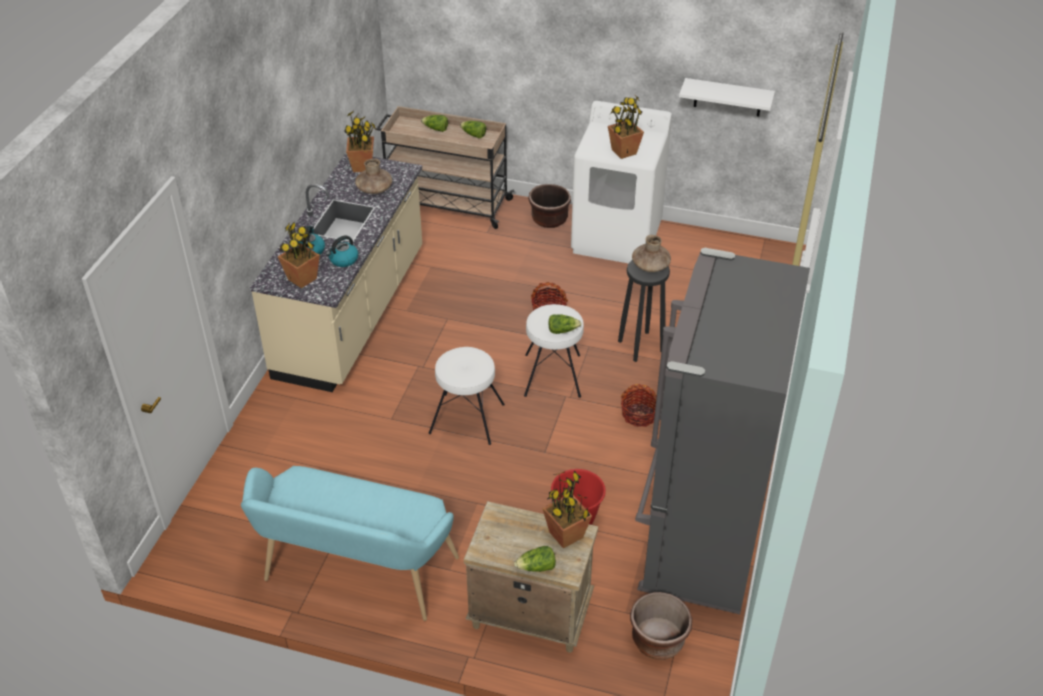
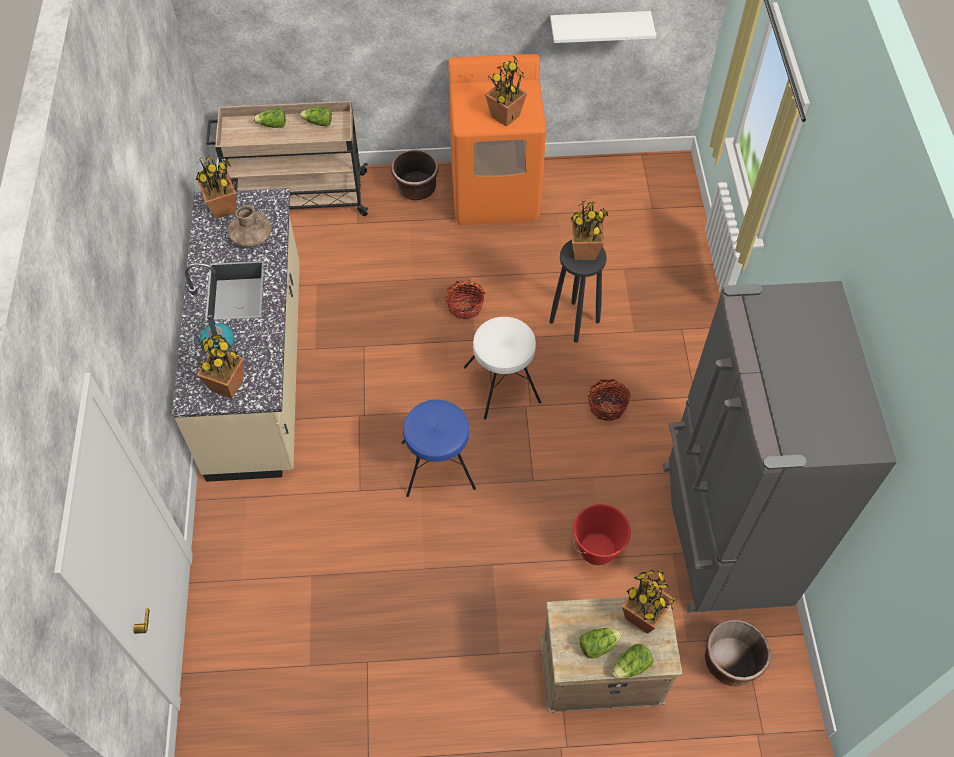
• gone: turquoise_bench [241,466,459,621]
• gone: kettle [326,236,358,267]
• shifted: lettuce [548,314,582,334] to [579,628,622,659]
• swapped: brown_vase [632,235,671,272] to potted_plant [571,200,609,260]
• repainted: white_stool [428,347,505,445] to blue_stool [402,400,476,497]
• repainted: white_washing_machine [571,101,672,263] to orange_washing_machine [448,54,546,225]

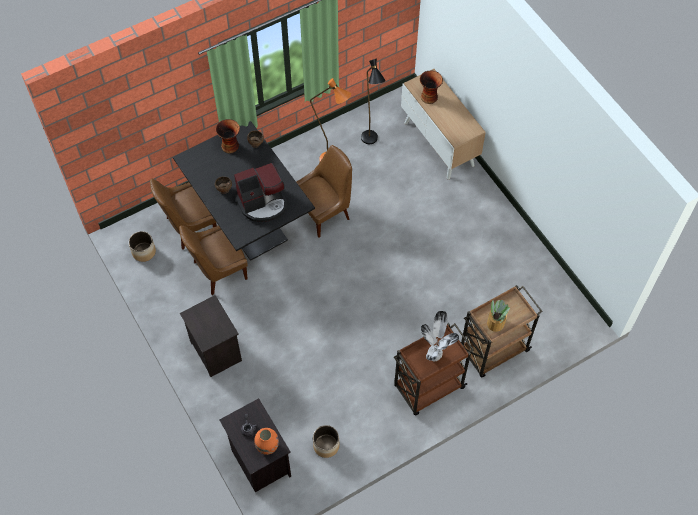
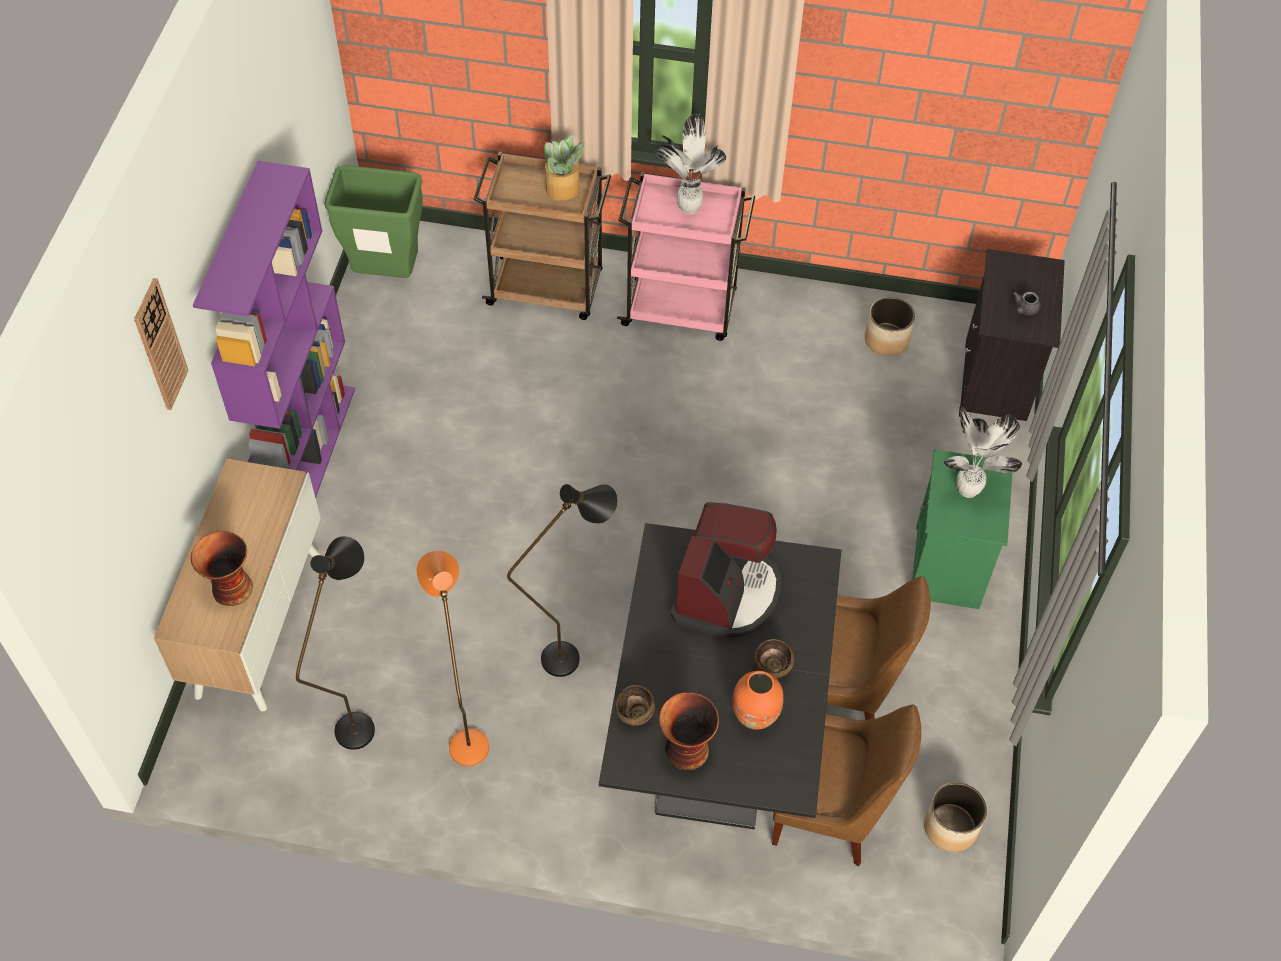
• new: wall_clock [134,278,188,410]
• new: purple_bookcase [193,161,355,498]
• new: green_trash_can [324,165,423,278]
• new: potted_plant [944,406,1022,498]
• shifted: orange_vase [254,428,279,455] to [732,671,784,730]
• swapped: brown_chair [296,145,352,238] to black_floor_lamp [507,484,618,677]
• repainted: black_nightstand [180,295,242,377] to green_nightstand [912,449,1012,609]
• repainted: brown_cart [394,323,474,415] to pink_cart [617,172,755,341]
• rotated: coffee_machine [234,163,287,222] = [670,502,781,638] 90 degrees clockwise

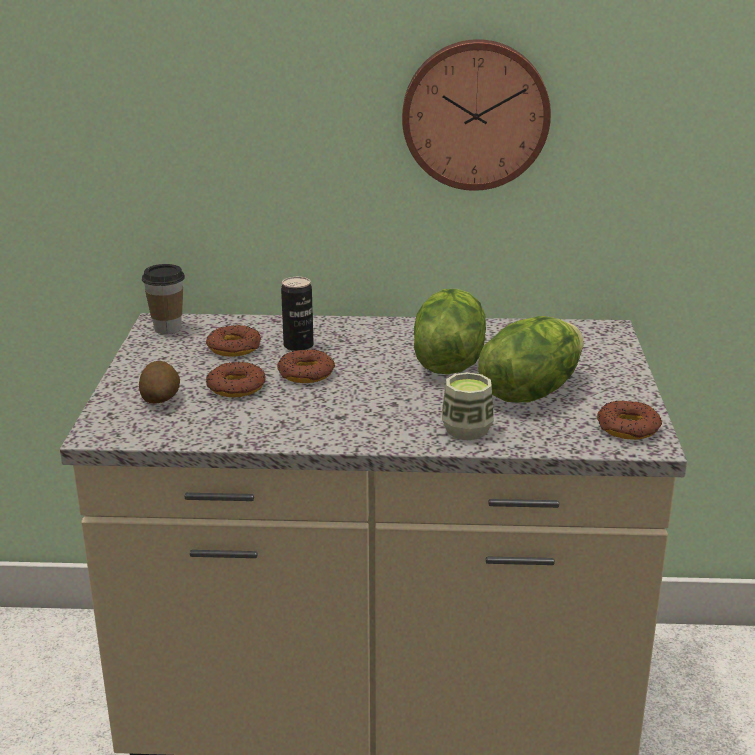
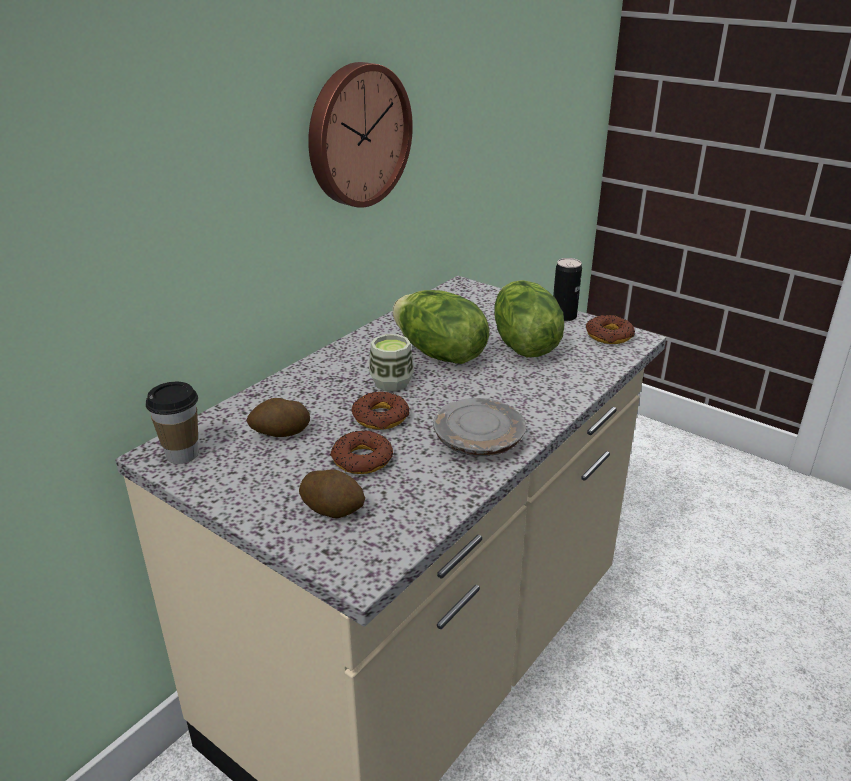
• new: grey_plate [433,398,526,456]
• shifted: can [281,277,314,351] to [553,258,582,322]
• shifted: cup [442,372,494,440] to [369,334,414,391]
• swapped: donut [206,325,261,357] to potato [246,398,310,437]

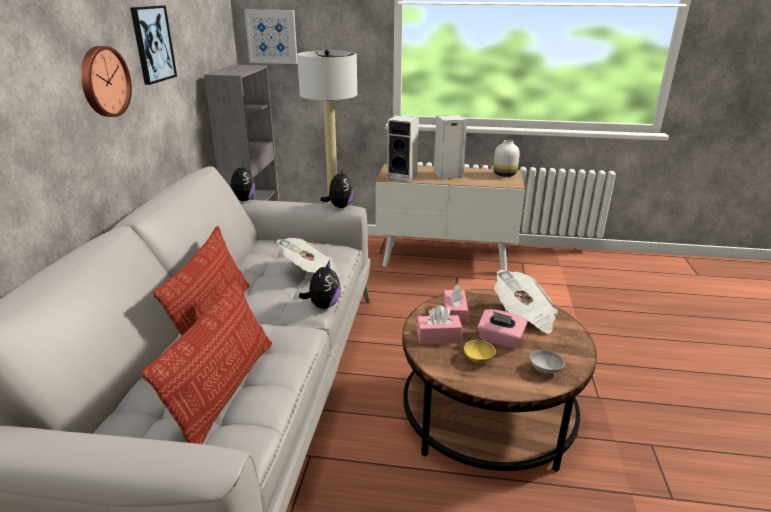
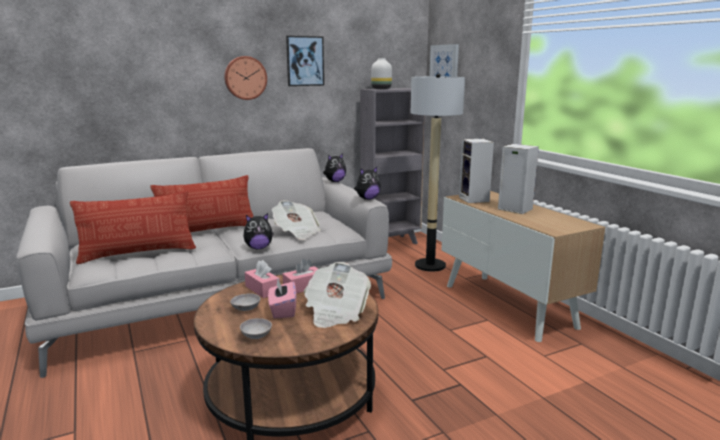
• shifted: white_vase [493,140,520,177] to [371,58,392,89]
• repainted: yellow_bowl [464,340,496,363] to grey_bowl [230,293,260,311]

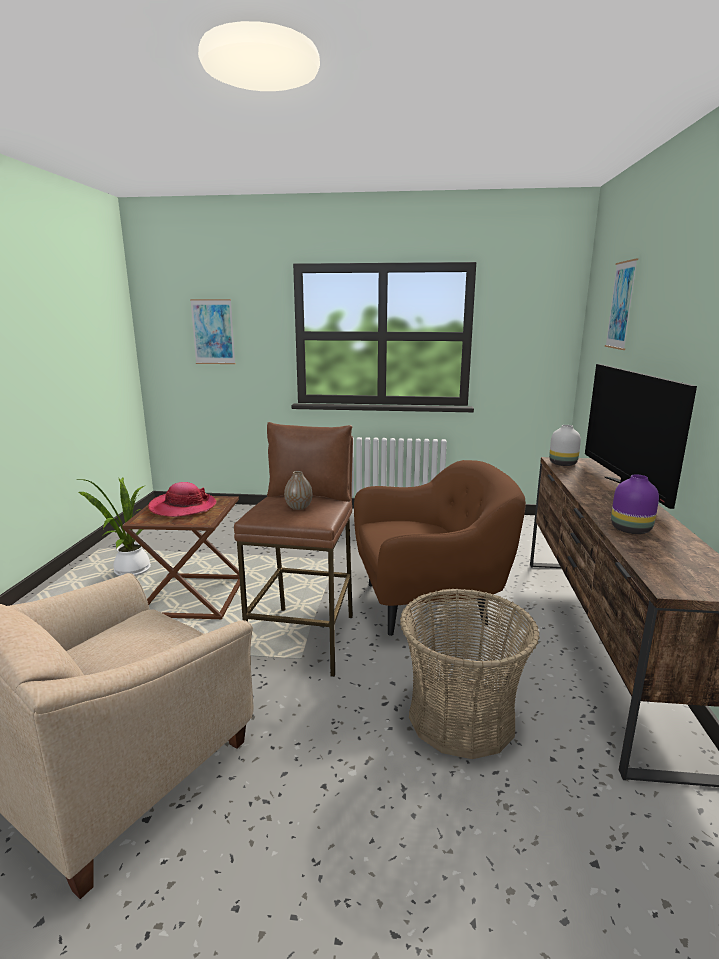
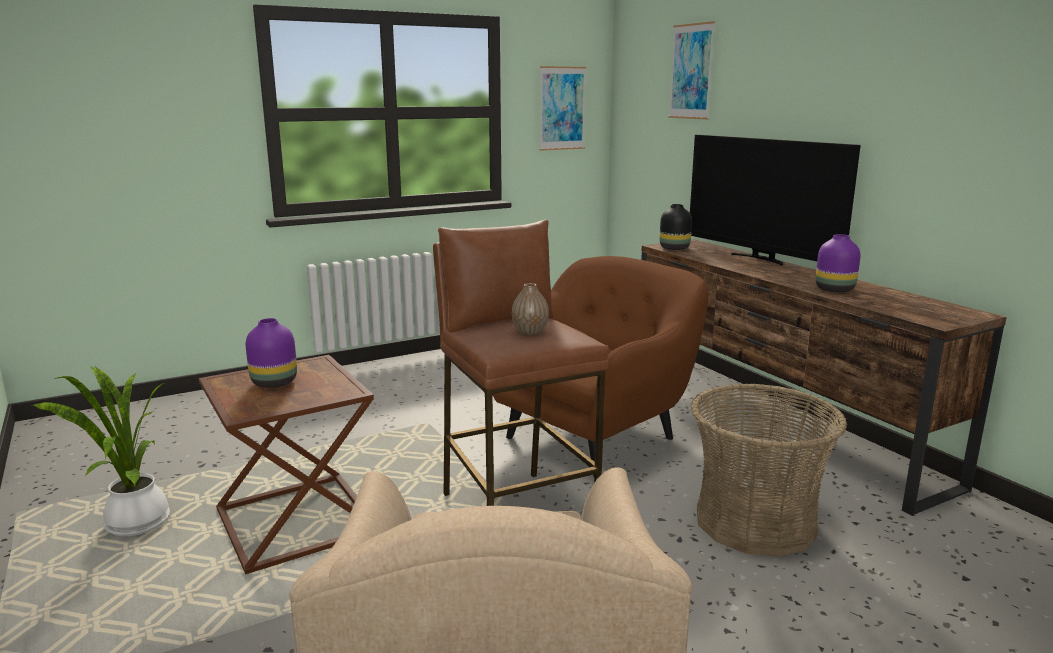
• shifted: picture [190,299,235,364] to [540,66,587,151]
• swapped: hat [148,482,217,517] to purple_vase [246,318,297,388]
• repainted: white_vase [549,425,581,466] to black_vase [660,204,692,250]

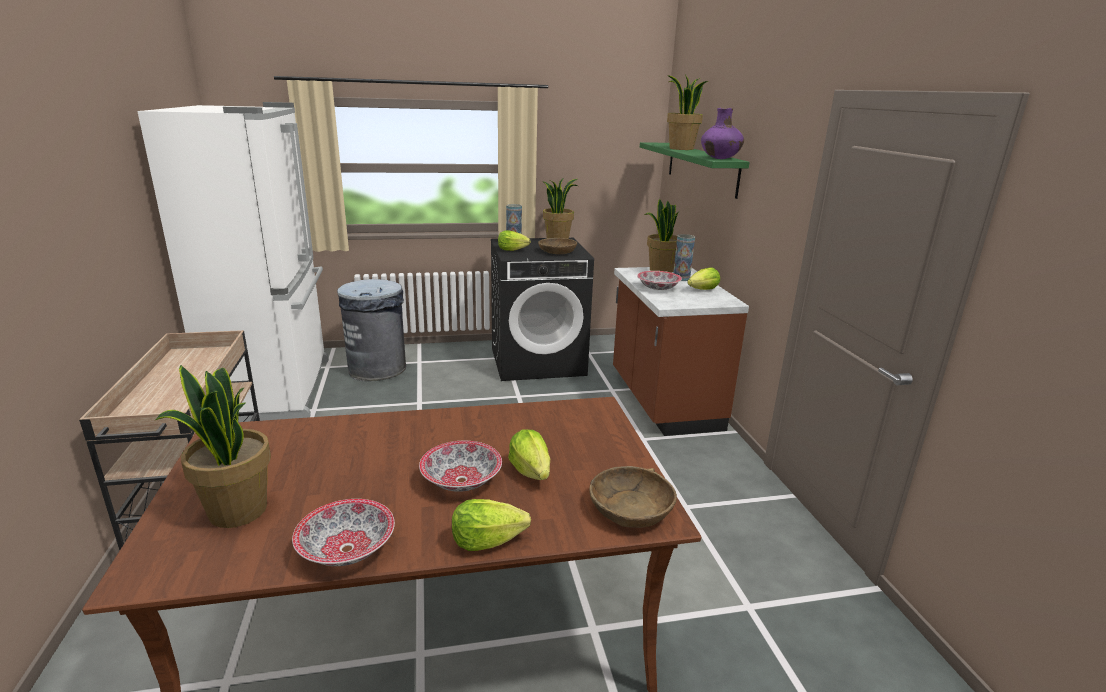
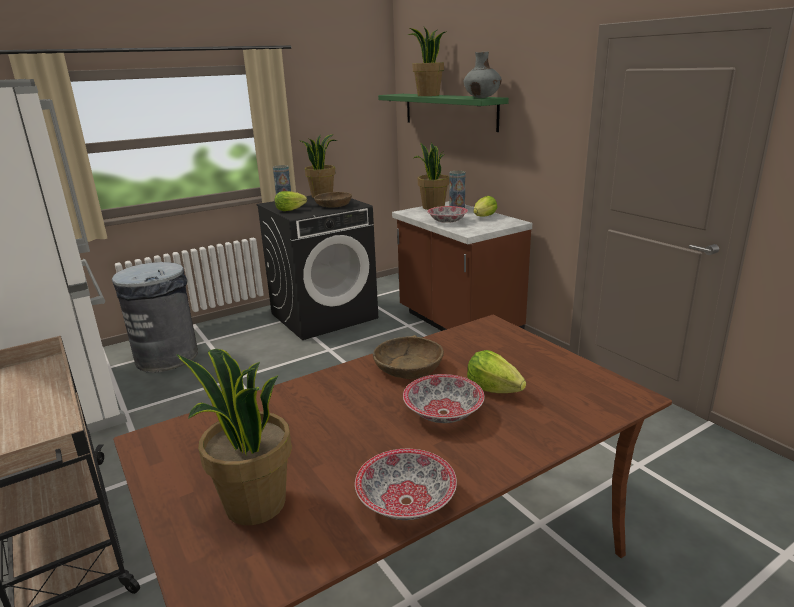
• gone: lettuce [452,499,531,551]
• shifted: brown_bowl [589,466,677,528] to [373,335,444,379]
• repainted: purple_vase [701,108,744,159] to grey_vase [464,51,502,98]

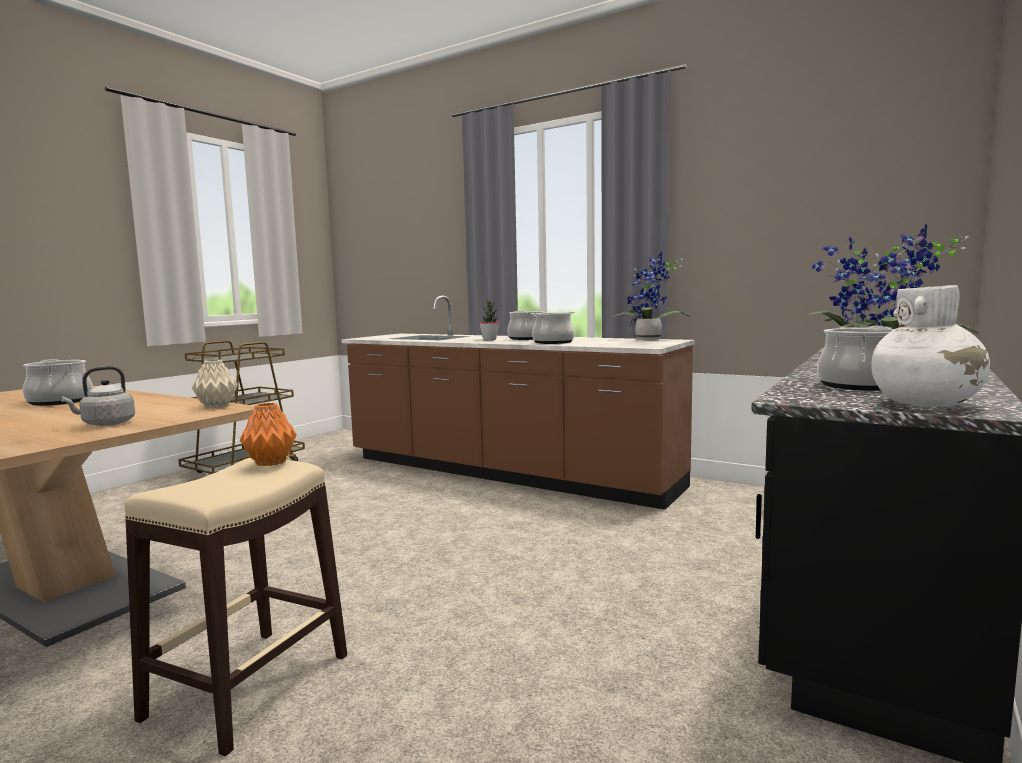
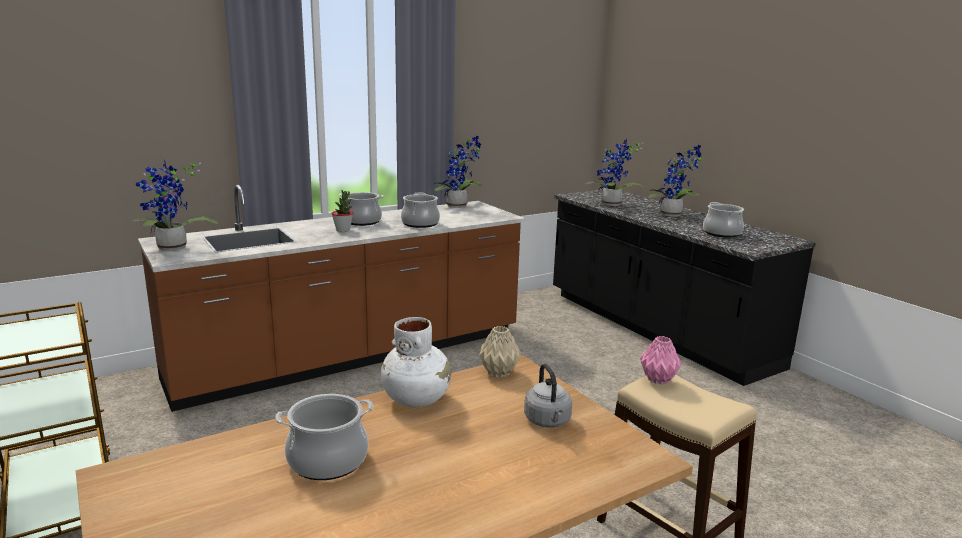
• new: potted_plant [132,160,218,251]
• shifted: white_vase [871,285,990,407] to [381,317,452,407]
• repainted: orange_vase [240,403,297,466] to pink_vase [640,336,681,385]

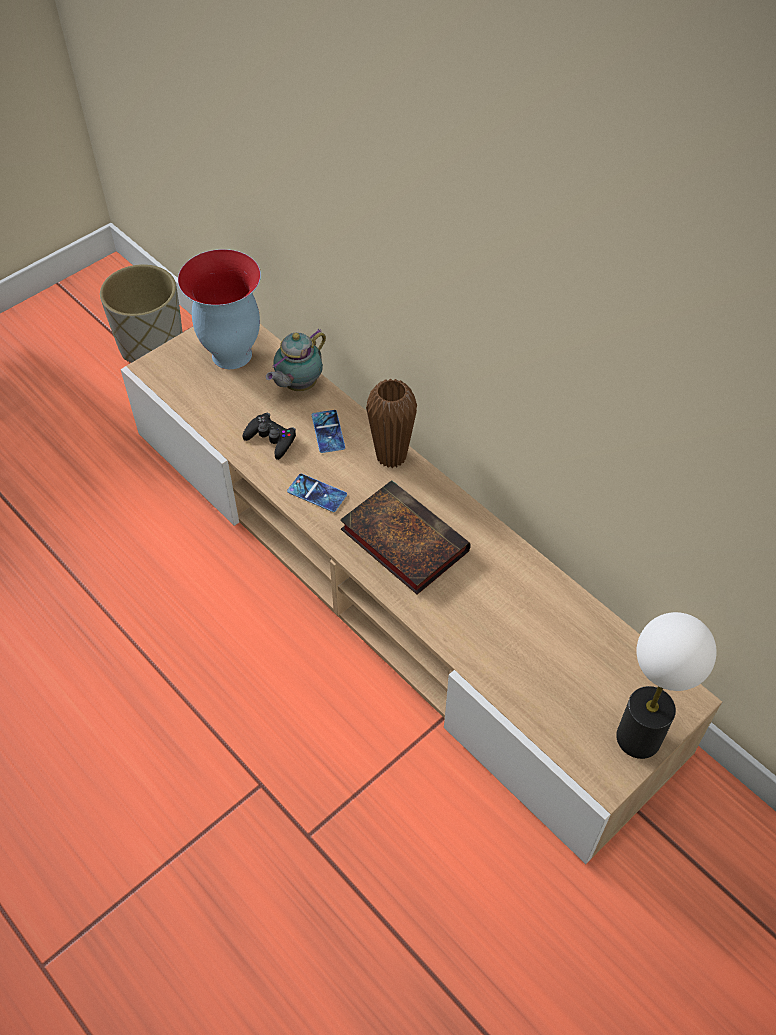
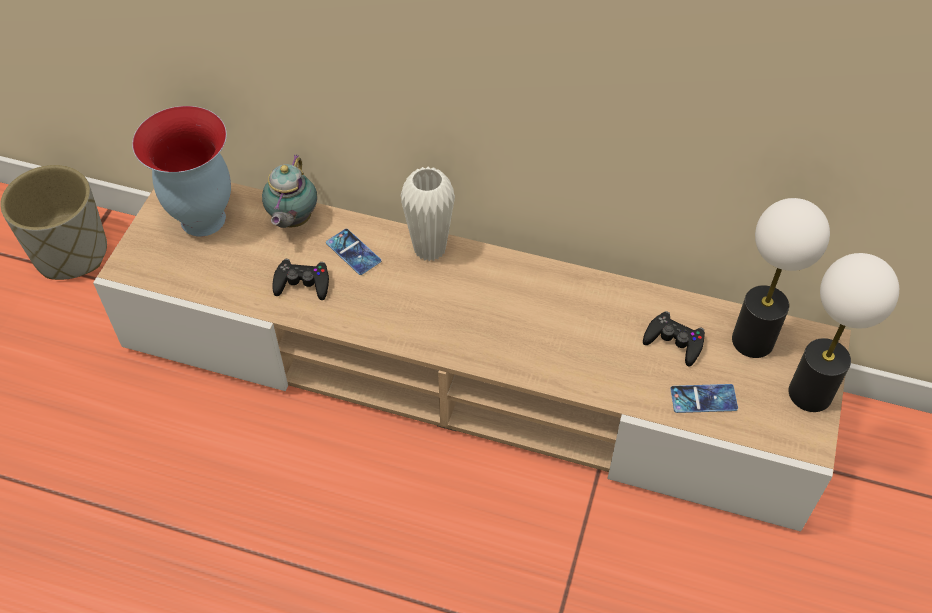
• gone: book [340,480,471,595]
• new: black_game_controller [643,311,705,367]
• new: table_lamp [732,198,830,358]
• shifted: phone [287,474,347,512] to [670,384,738,413]
• repainted: brown_vase [366,378,417,468] to white_vase [401,167,455,261]

